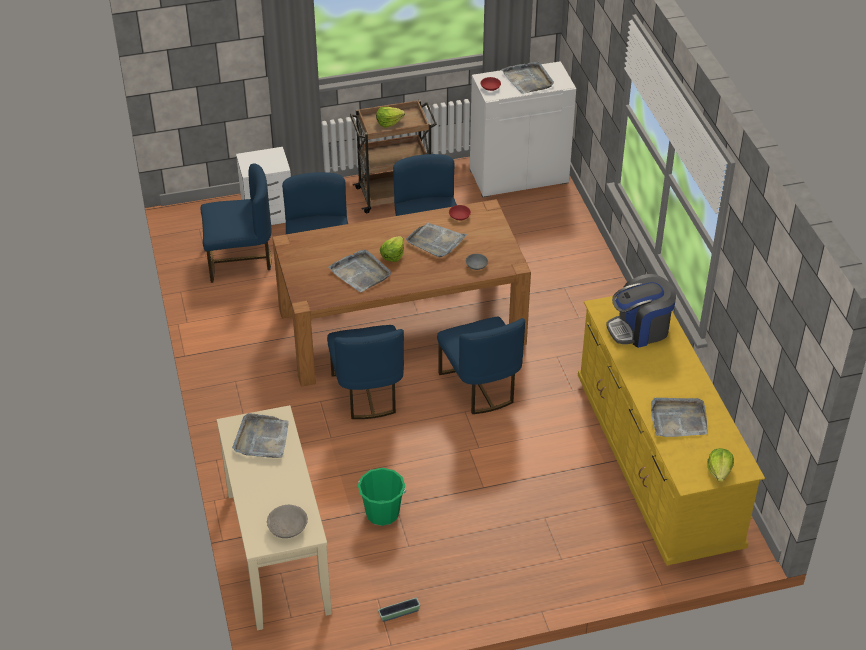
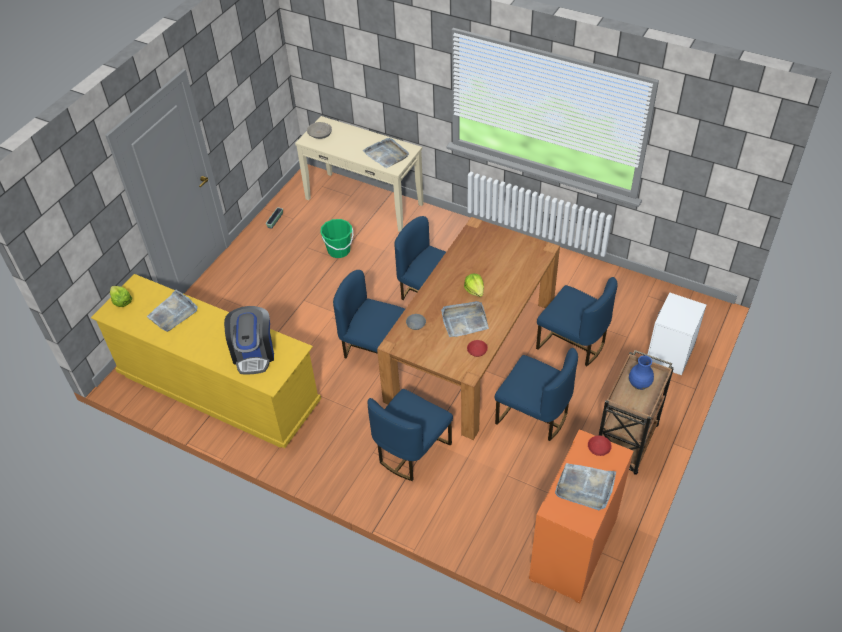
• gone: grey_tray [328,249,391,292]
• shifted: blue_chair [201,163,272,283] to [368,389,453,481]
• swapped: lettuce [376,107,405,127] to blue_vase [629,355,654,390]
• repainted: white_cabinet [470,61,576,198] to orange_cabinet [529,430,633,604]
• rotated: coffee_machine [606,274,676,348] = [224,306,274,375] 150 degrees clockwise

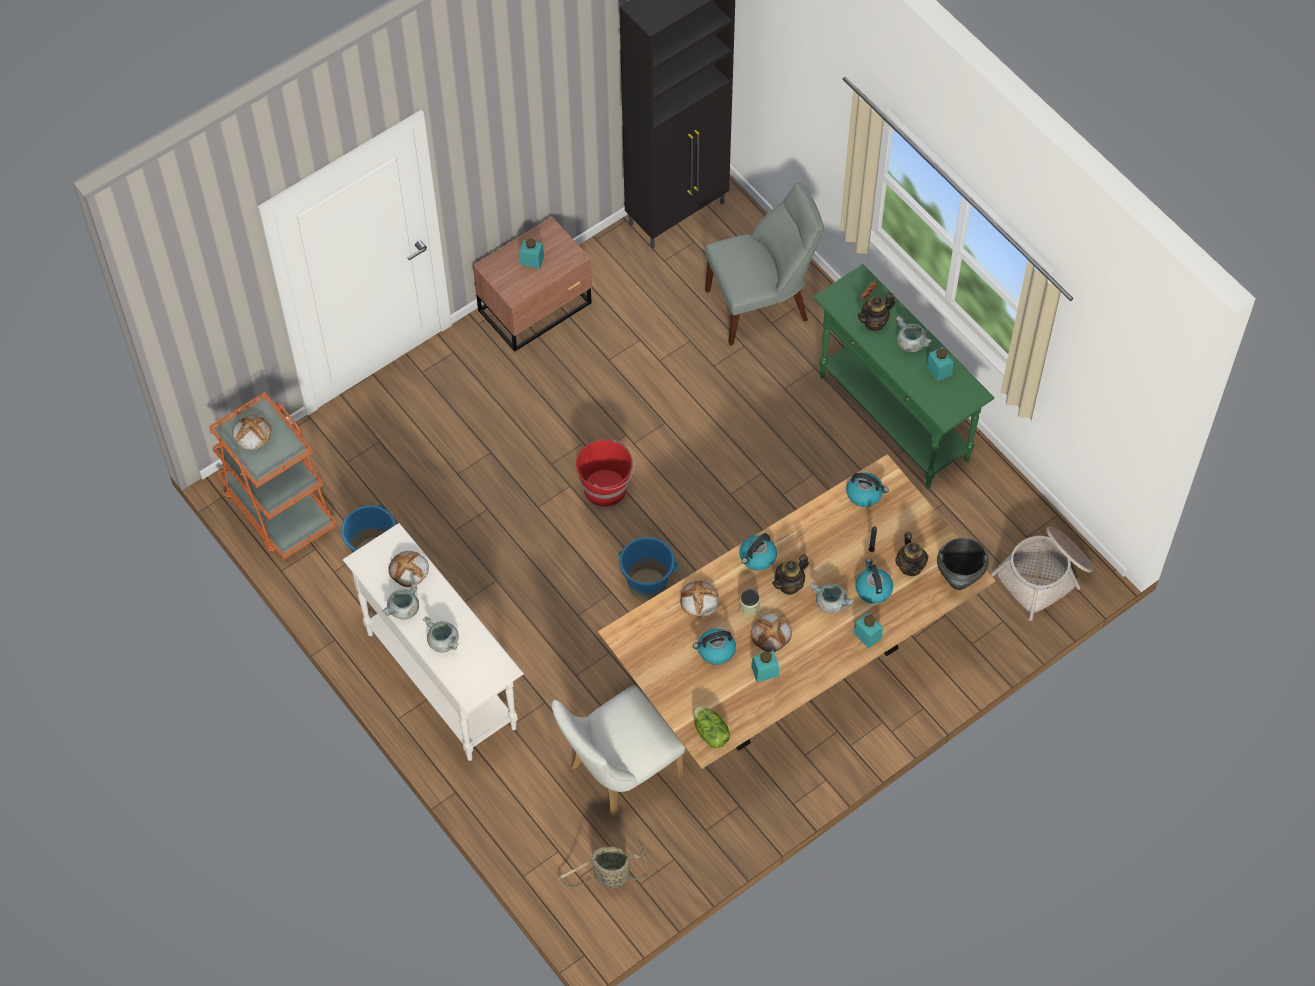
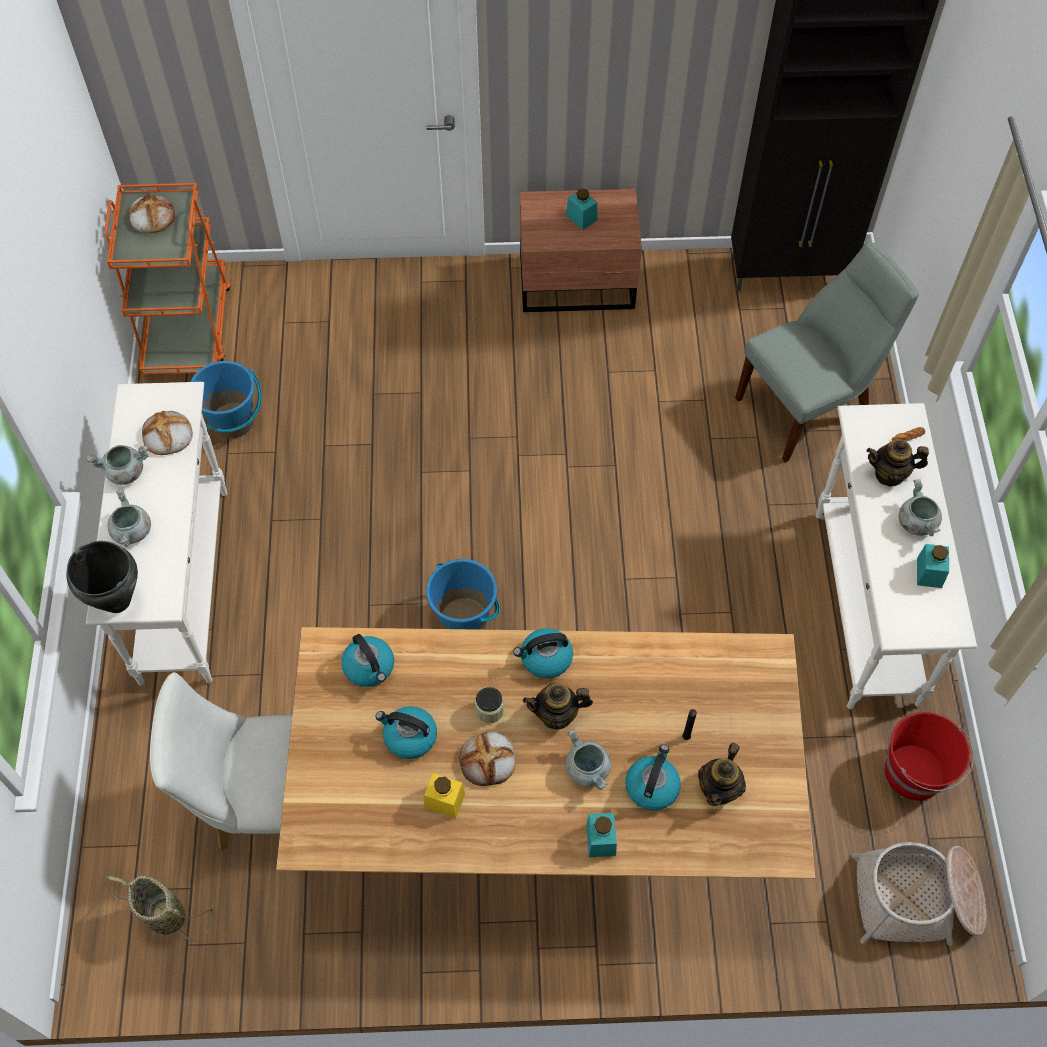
• gone: bread [681,580,719,617]
• gone: lettuce [693,705,730,748]
• shifted: red_bucket [576,439,635,507] to [884,712,974,801]
• shifted: kettle [846,472,889,507] to [341,634,394,687]
• shifted: black_cooking_pot [937,538,989,590] to [66,541,138,613]
• repainted: turquoise_jar [751,650,779,682] to yellow_jar [424,773,465,818]
• repainted: green_console_table [813,264,994,489] to white_console_table [816,403,977,709]
• rotated: grey_chair [705,183,824,346] = [735,242,919,462] 45 degrees counterclockwise

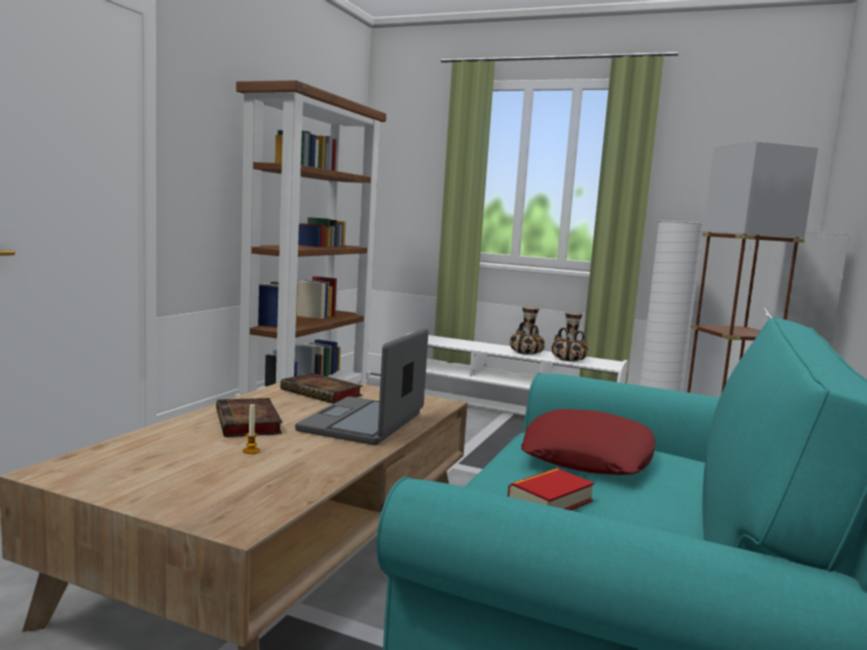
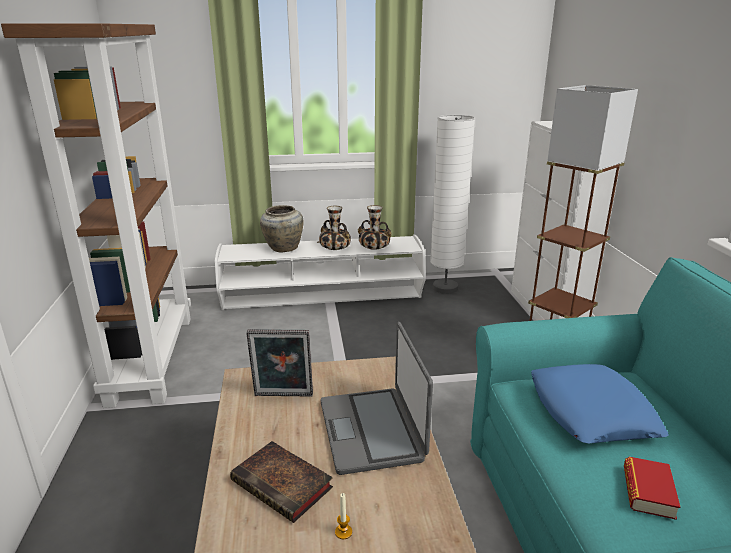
• new: beige_vase [260,205,303,252]
• swapped: book [280,373,363,404] to picture_frame [246,329,313,397]
• repainted: red_pillow [521,409,655,475] to blue_pillow [531,364,668,444]

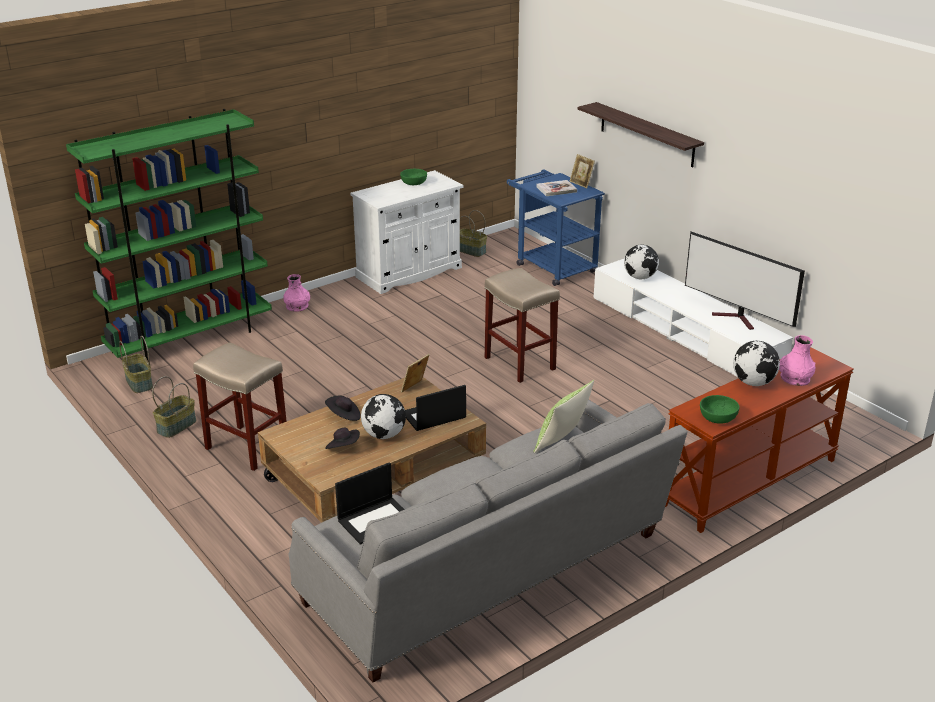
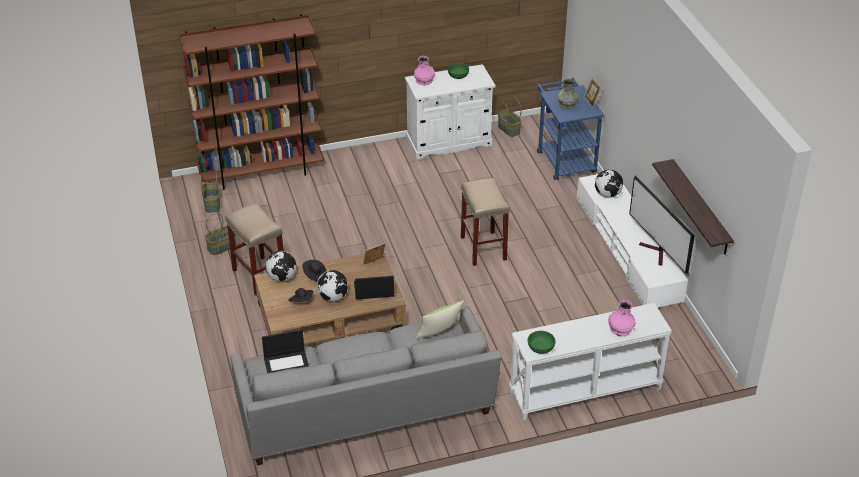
• shifted: pink_vase [283,274,310,311] to [414,56,435,86]
• shifted: shelf [578,102,704,167] to [652,159,734,255]
• shifted: globe [733,341,780,386] to [266,251,297,282]
• swapped: book [536,180,577,196] to grey_vase [557,79,579,109]
• repainted: green_bookcase [66,109,272,362] to brown_bookcase [179,14,324,190]
• repainted: brown_console_table [665,347,854,533] to white_console_table [509,303,672,421]

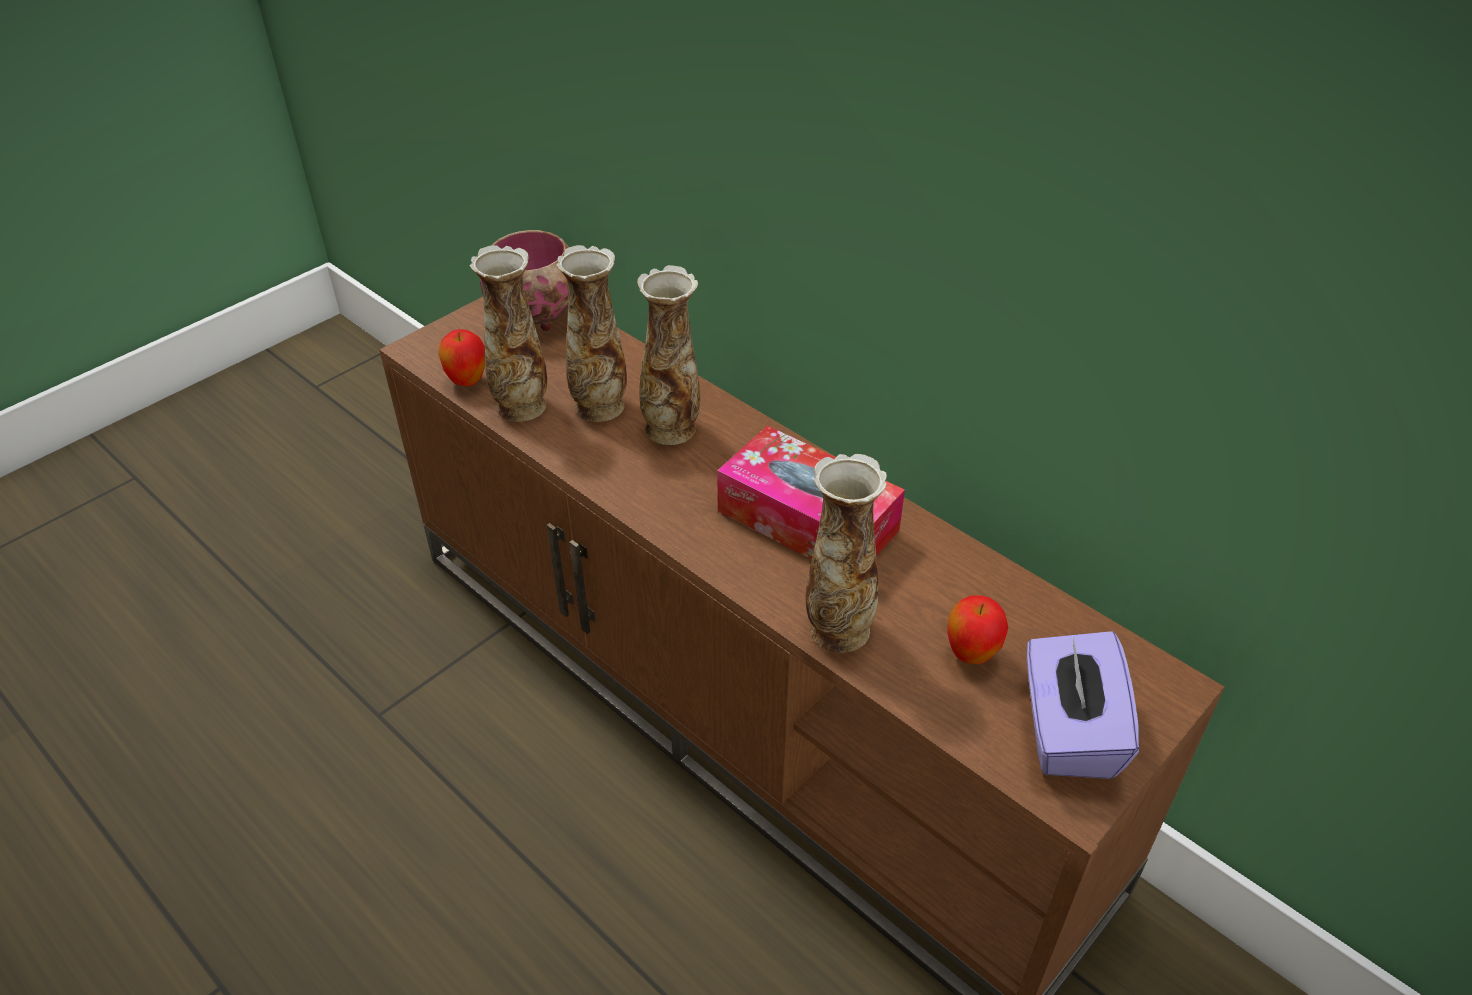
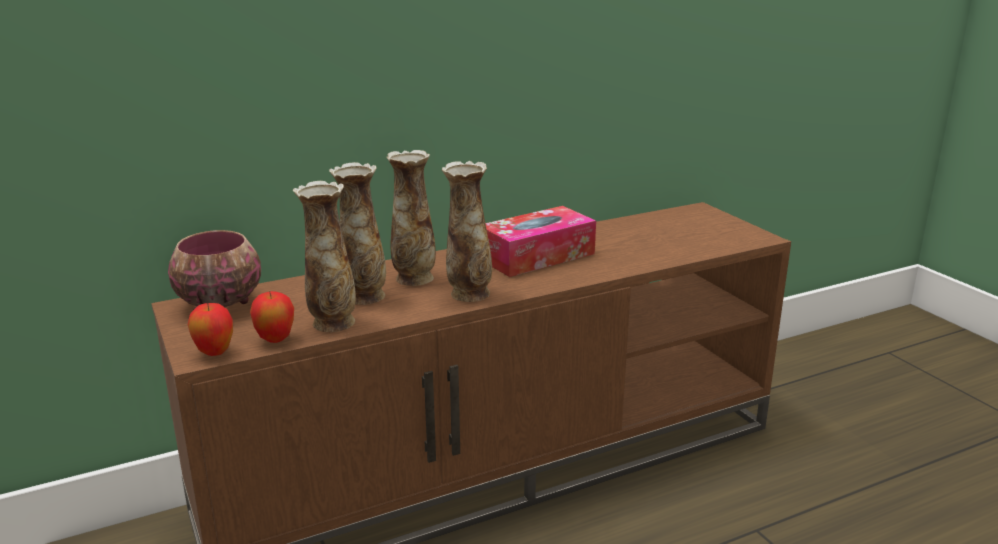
• gone: purple_tissue_box [1027,631,1139,779]
• shifted: vase [806,454,887,652] to [442,161,492,302]
• shifted: apple [947,595,1008,664] to [188,303,233,356]

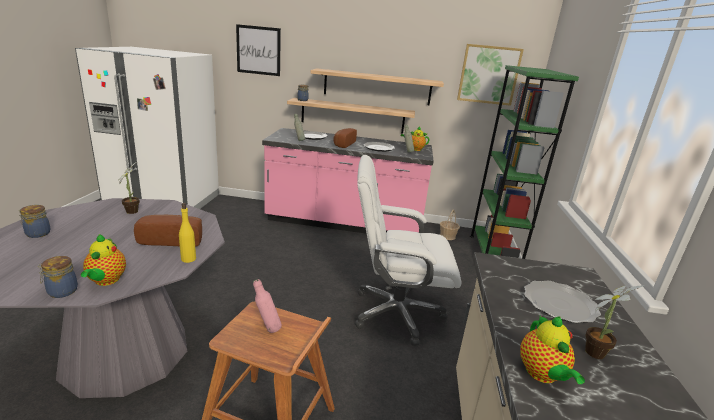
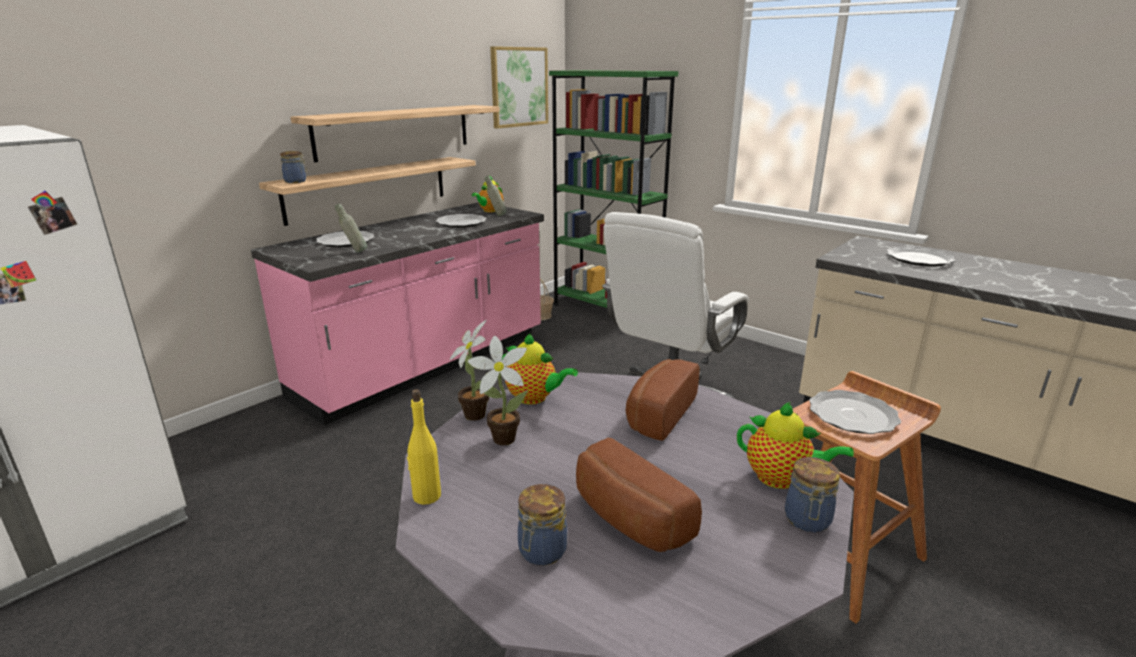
• gone: picture [236,24,281,76]
• shifted: yellow_bottle [179,203,196,263] to [407,389,441,505]
• shifted: bread [333,128,357,148] to [576,438,702,552]
• shifted: teapot [520,316,585,384] to [501,333,578,405]
• shifted: potted_plant [585,285,644,359] to [449,320,489,421]
• swapped: pink_bottle [253,279,282,333] to plate [809,390,901,434]

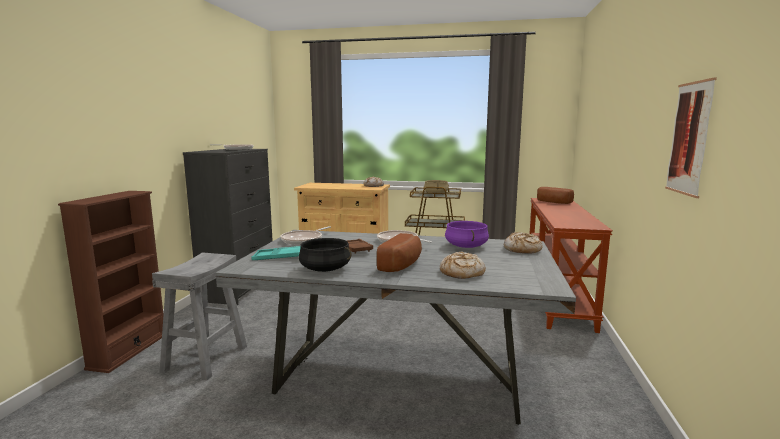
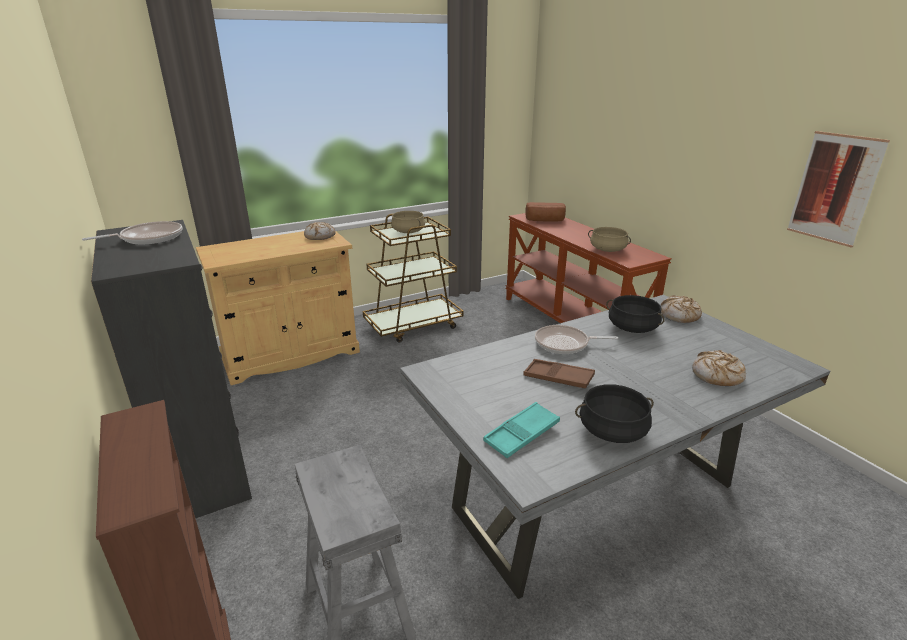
• gone: frying_pan [280,226,331,245]
• gone: bread [377,233,422,272]
• new: beige_cooking_pot [588,227,631,252]
• repainted: purple_cooking_pot [445,221,489,248] to black_cooking_pot [606,295,665,333]

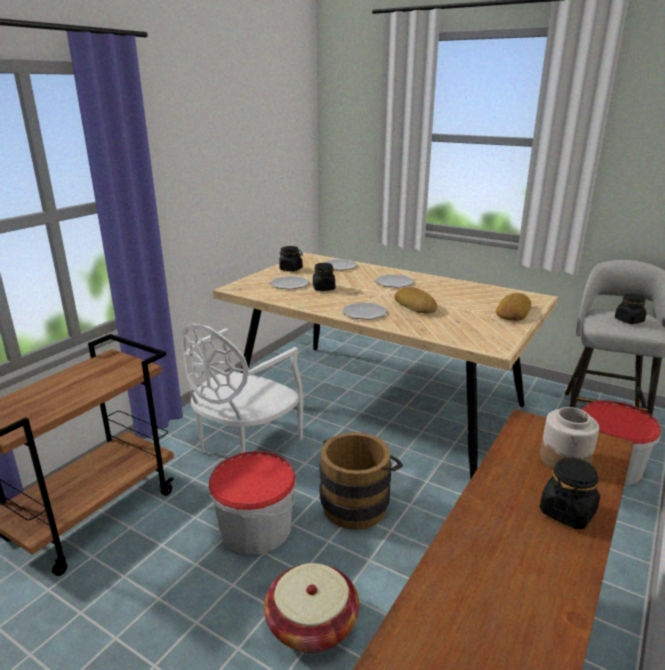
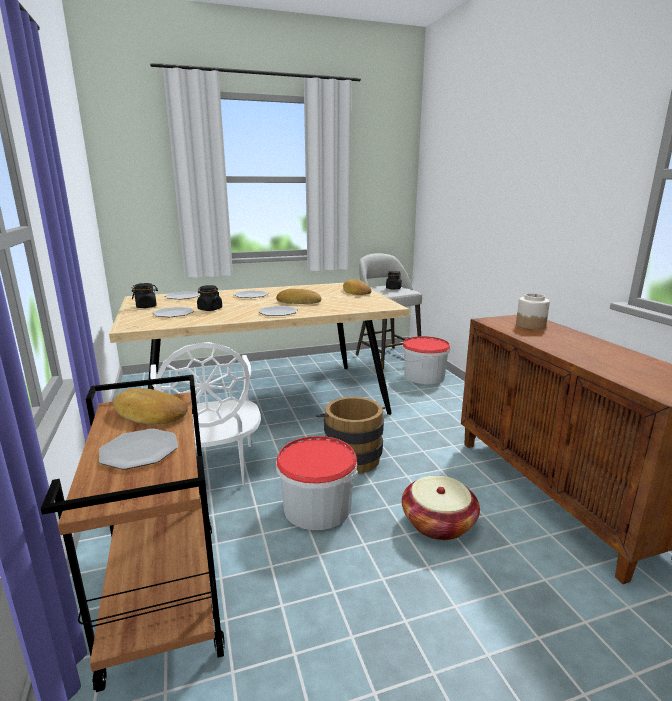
• gone: black_jar [540,458,600,529]
• new: plate [99,429,178,469]
• new: bread [113,388,188,424]

